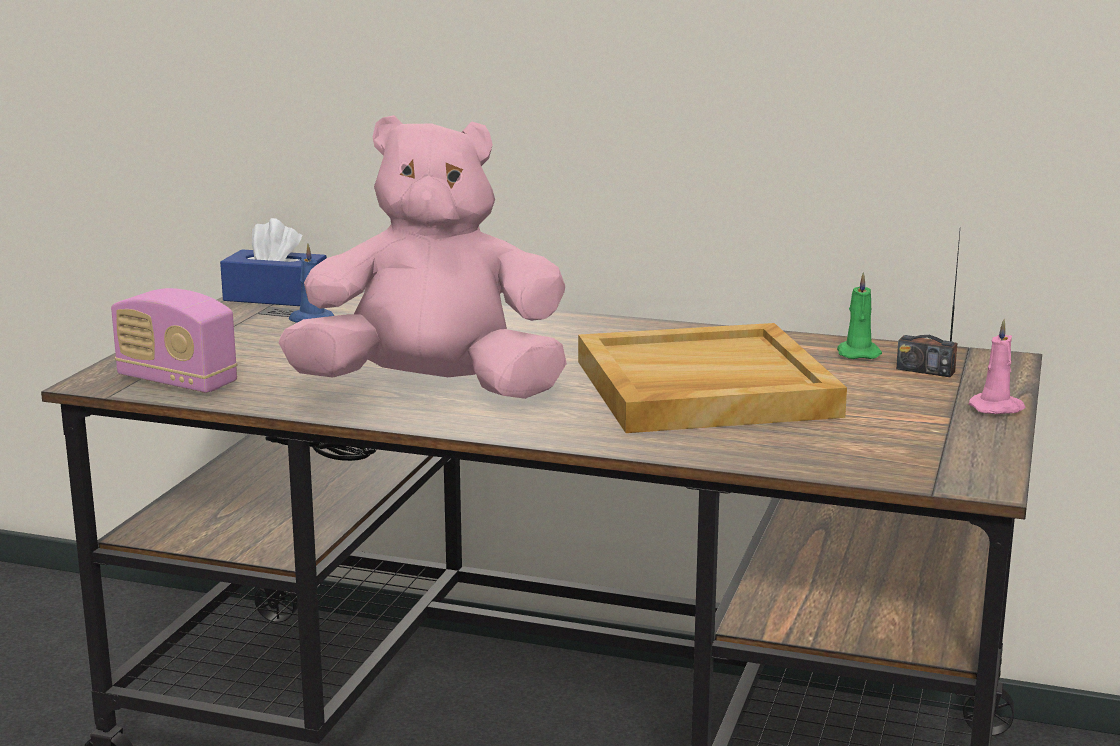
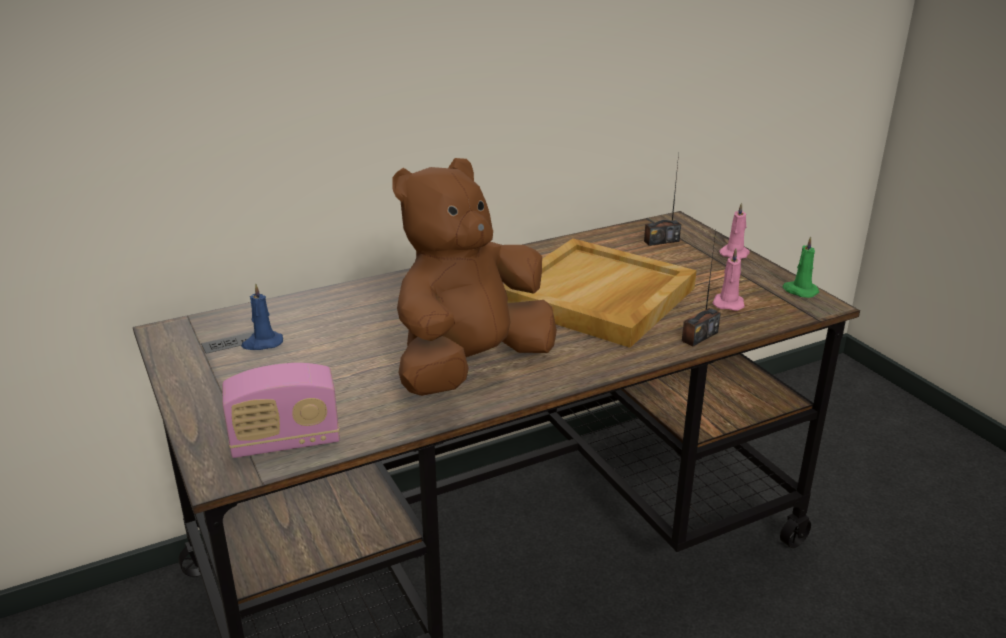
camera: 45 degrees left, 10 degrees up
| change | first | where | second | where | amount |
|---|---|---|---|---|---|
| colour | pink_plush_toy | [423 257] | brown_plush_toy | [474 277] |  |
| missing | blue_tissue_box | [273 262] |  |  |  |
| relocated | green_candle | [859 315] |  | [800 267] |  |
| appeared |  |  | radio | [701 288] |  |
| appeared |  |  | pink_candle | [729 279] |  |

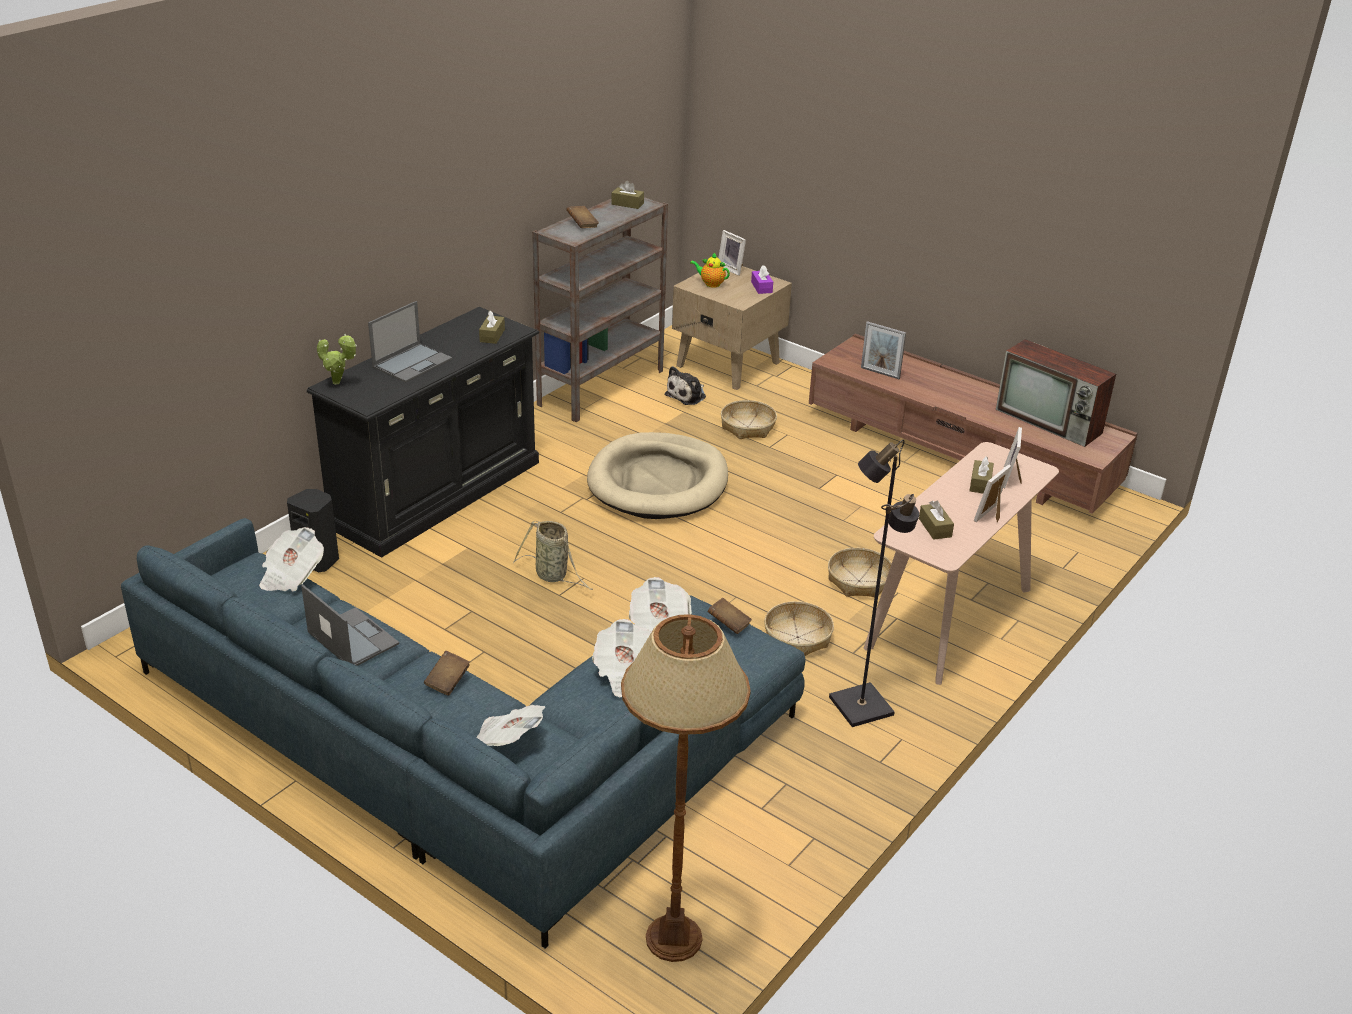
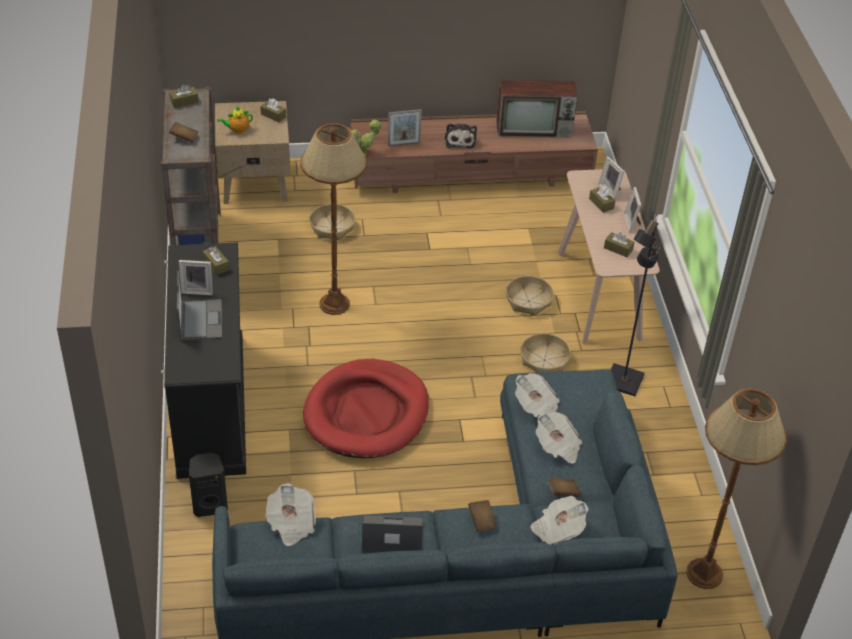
camera: 45 degrees left, 10 degrees up
| change | first | where | second | where | amount |
|---|---|---|---|---|---|
| relocated | picture_frame | [732 253] |  | [196 277] |  |
| colour | purple_tissue_box | [762 279] | brown_tissue_box | [273 110] |  |
| relocated | potted_plant | [337 359] |  | [366 137] |  |
| relocated | plush_toy | [685 385] |  | [461 136] |  |
| exchanged | beige_dog_bed | [657 475] | brown_floor_lamp | [333 219] |  |
| exchanged | basket | [553 555] | red_dog_bed | [366 408] |  |
| relocated | brown_book | [729 616] |  | [564 487] |  |

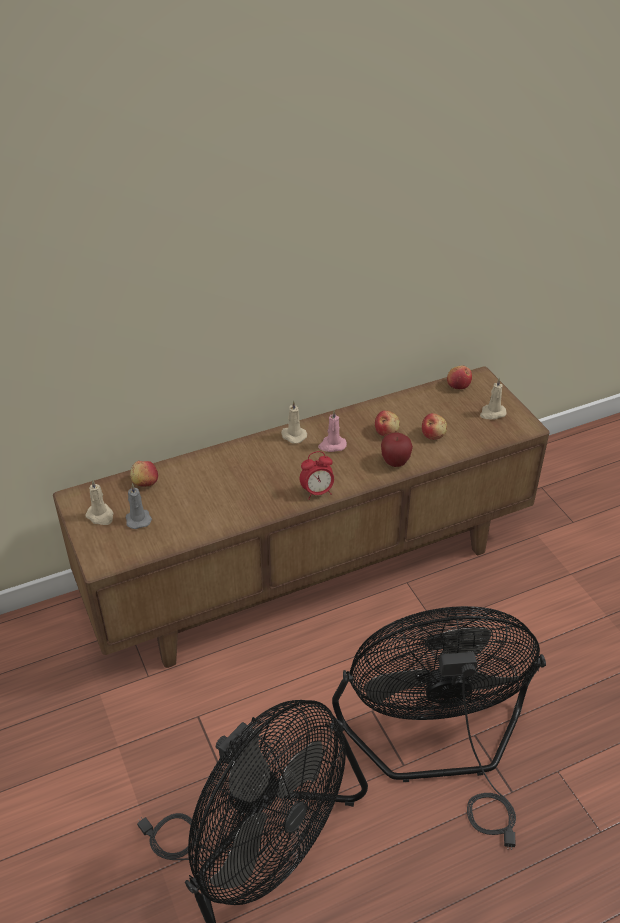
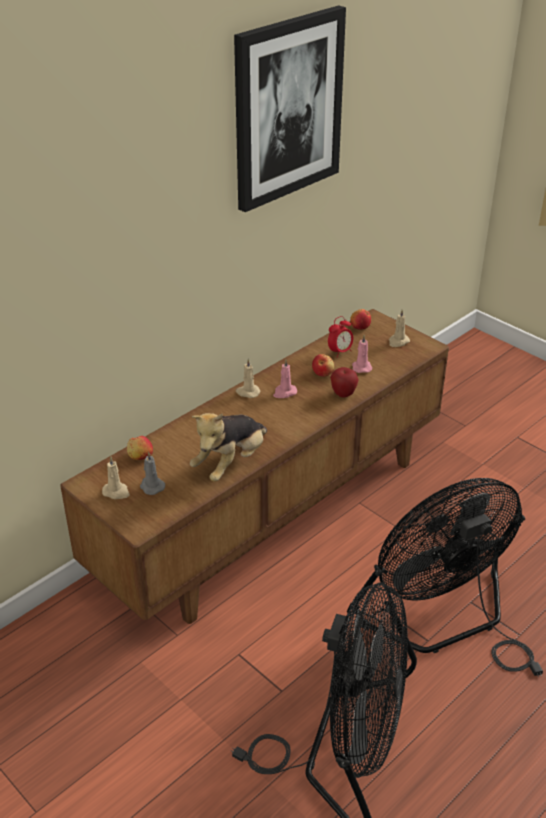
camera: 20 degrees left, 5 degrees down
| change | first | where | second | where | amount |
|---|---|---|---|---|---|
| exchanged | apple | [434 426] | pink_candle | [362 354] |  |
| relocated | alarm_clock | [317 475] |  | [340 337] |  |
| appeared |  |  | picture | [290 108] |  |
| appeared |  |  | plush_toy | [228 447] |  |

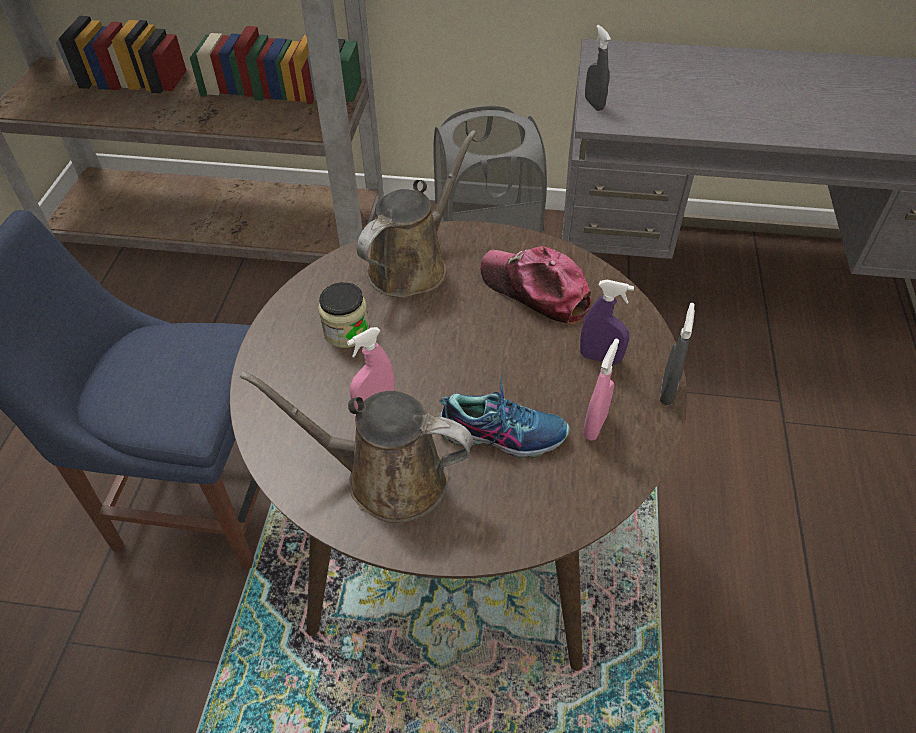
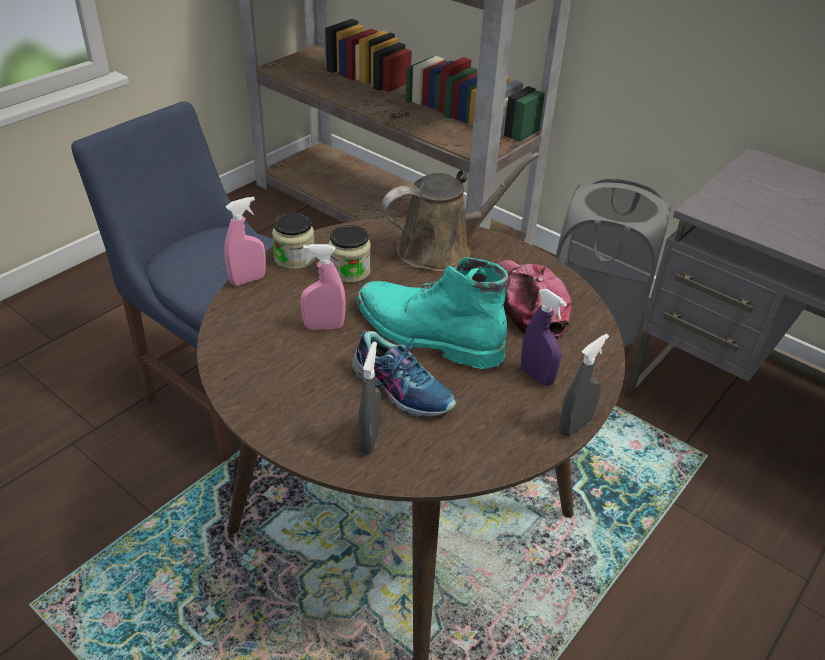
camera: 30 degrees right, 10 degrees down
| change | first | where | second | where | amount |
|---|---|---|---|---|---|
| relocated | grey_spray_bottle | [598 68] |  | [369 398] |  |
| relocated | pink_spray_bottle | [601 389] |  | [245 241] |  |
| missing | brown_watering_can | [356 447] |  |  |  |
| appeared |  |  | jar | [293 241] |  |
| appeared |  |  | turquoise_boot | [433 313] |  |

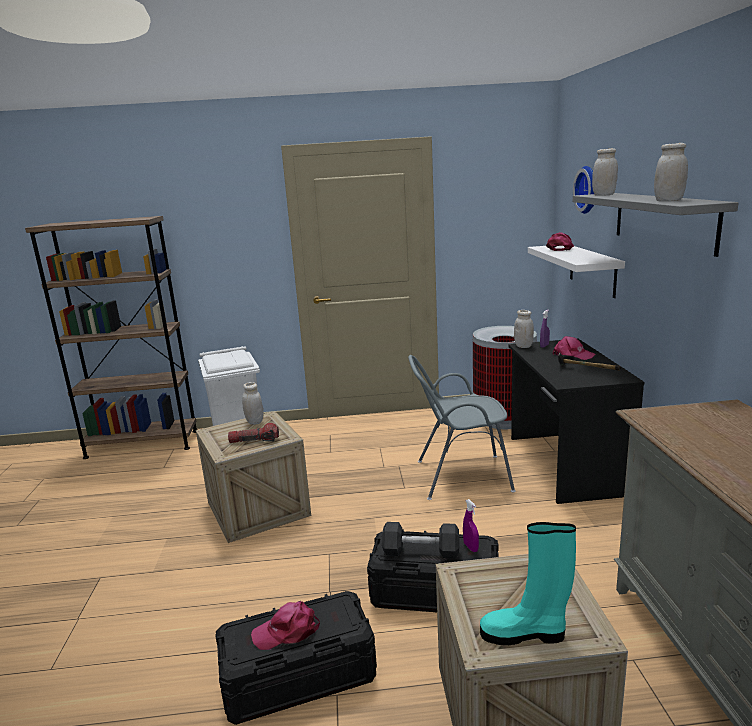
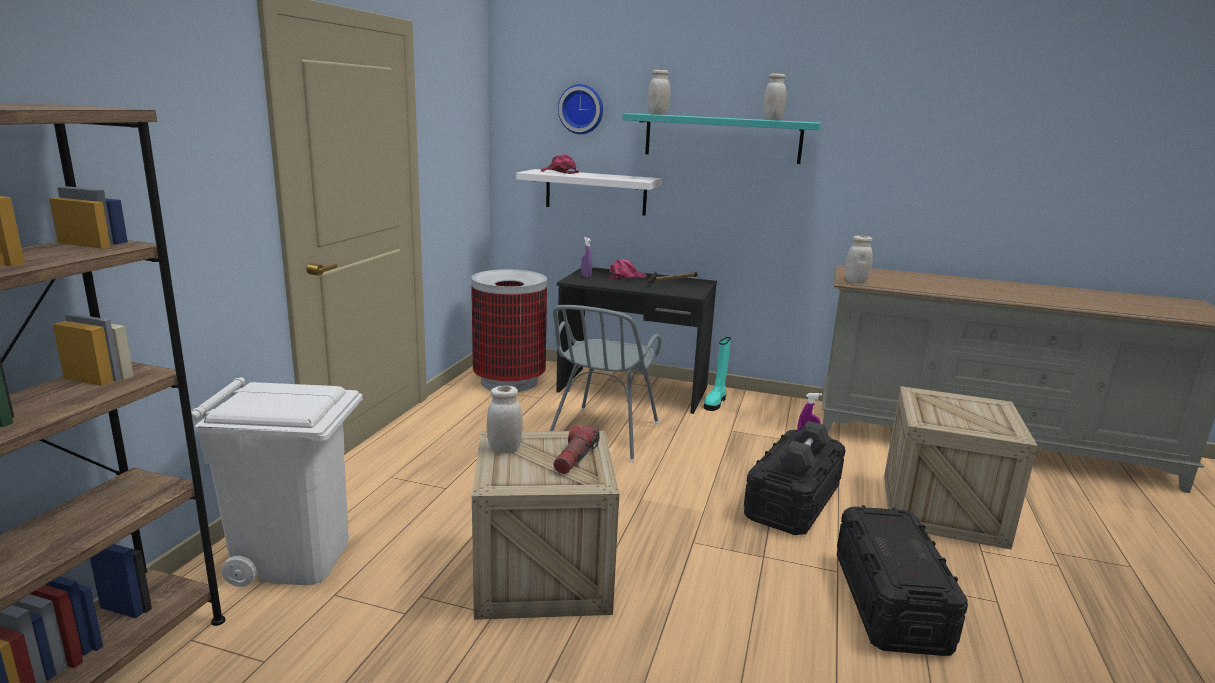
camera: 70 degrees left, 0 degrees up
| change | first | where | second | where | amount |
|---|---|---|---|---|---|
| colour | grey_shelf | [656 225] | turquoise_shelf | [721 138] |  |
| relocated | white_jar | [524 329] |  | [859 259] |  |
| relocated | turquoise_boot | [528 583] |  | [717 374] |  |
| missing | pink_cap | [285 625] |  |  |  |

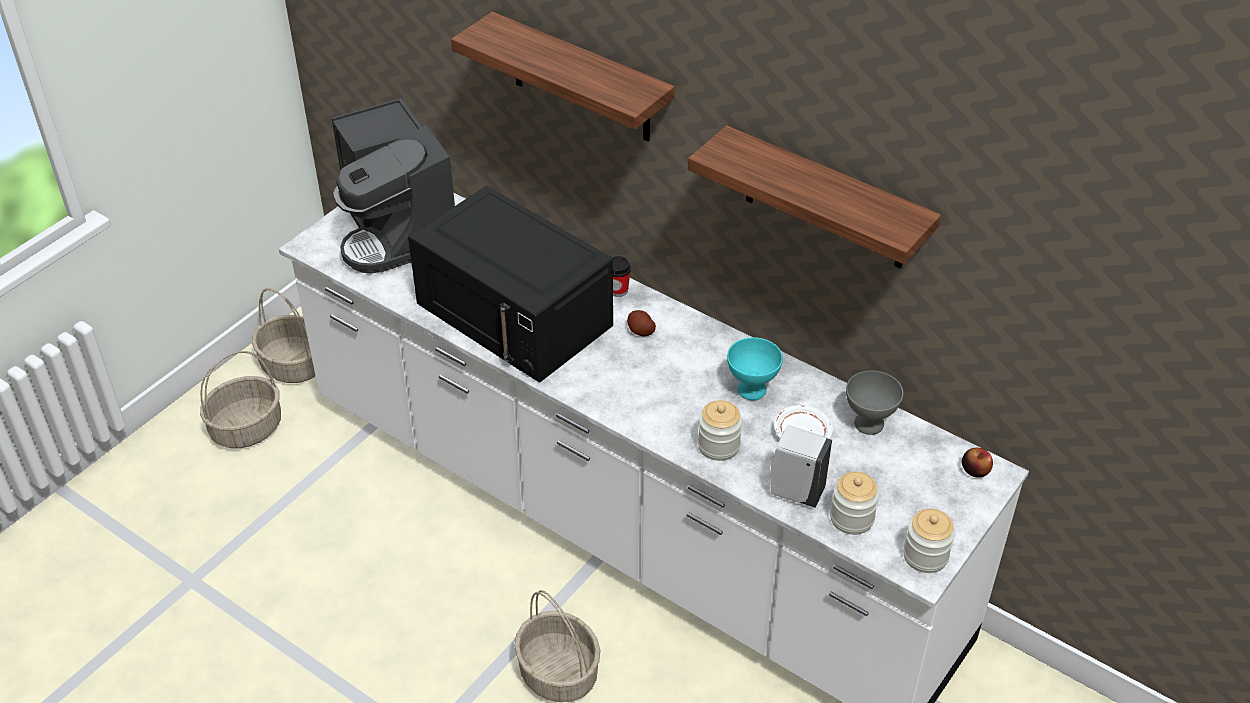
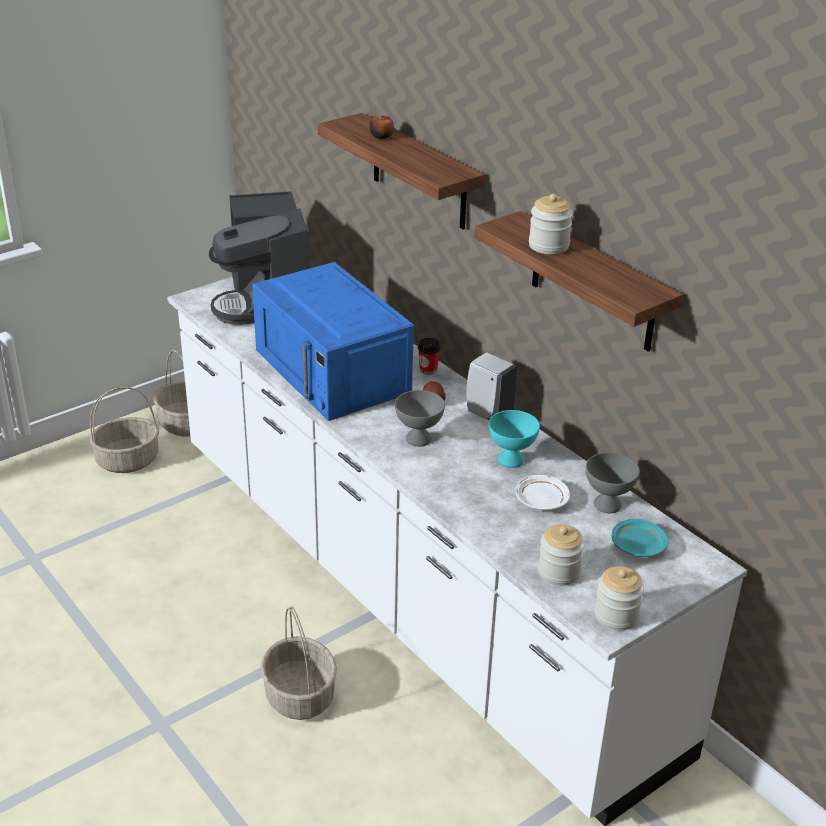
camera: 15 degrees right, 10 degrees down
| change | first | where | second | where | amount |
|---|---|---|---|---|---|
| colour | black_microwave | [510 284] | blue_microwave | [333 341] |  |
| relocated | jar | [720 430] |  | [551 224] |  |
| relocated | white_soap_dispenser | [801 466] |  | [492 386] |  |
| relocated | apple | [977 463] |  | [381 127] |  |
| appeared |  |  | grey_bowl | [420 418] |  |
| appeared |  |  | turquoise_plate | [639 538] |  |

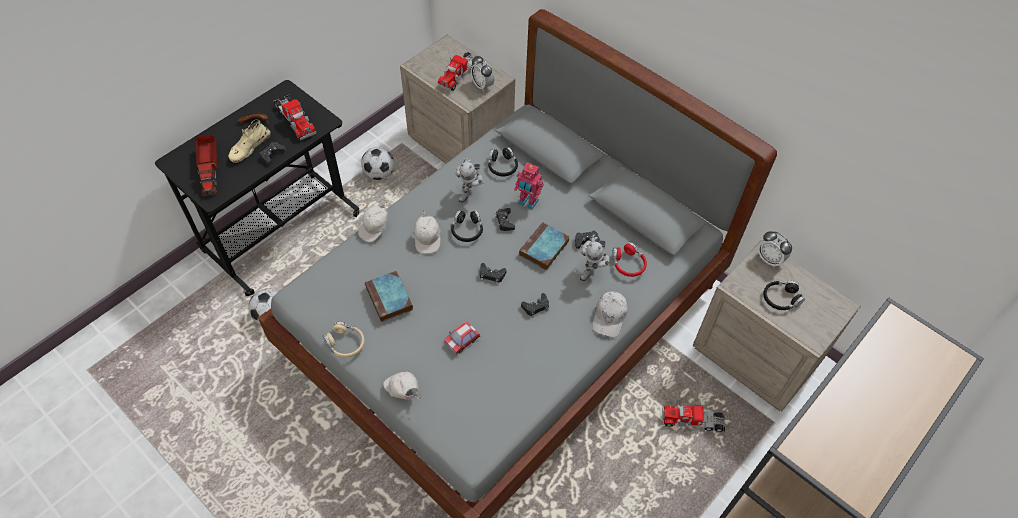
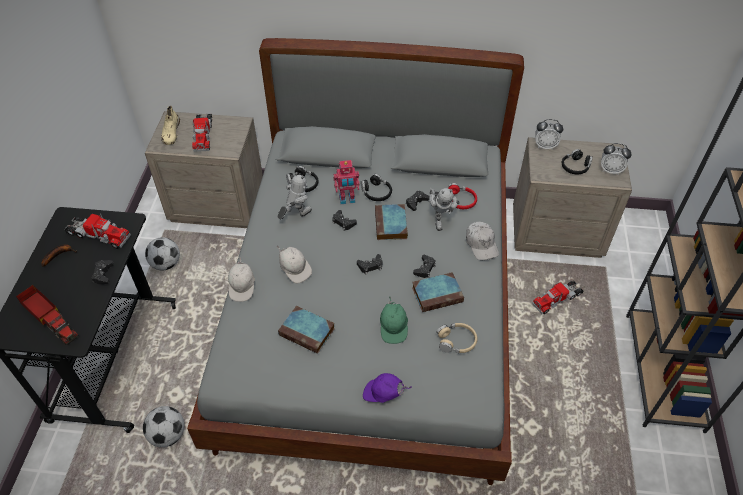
camera: 35 degrees left, 5 degrees down
| change | first | where | second | where | amount |
|---|---|---|---|---|---|
| relocated | alarm_clock | [482 74] |  | [616 158] |  |
| relocated | beige_shoe | [249 141] |  | [170 125] |  |
| spun | toy_robot | [469 180] |  | [294 195] | 120 degrees counterclockwise |
| relocated | black_headphones | [467 226] |  | [376 187] |  |
| relocated | beige_headphones | [344 339] |  | [457 338] |  |
| exchanged | toy_car | [462 338] | green_cap | [394 320] |  |
| colour | white_cap | [402 386] | purple_cap | [387 388] |  |
| appeared |  |  | book | [438 292] |  |

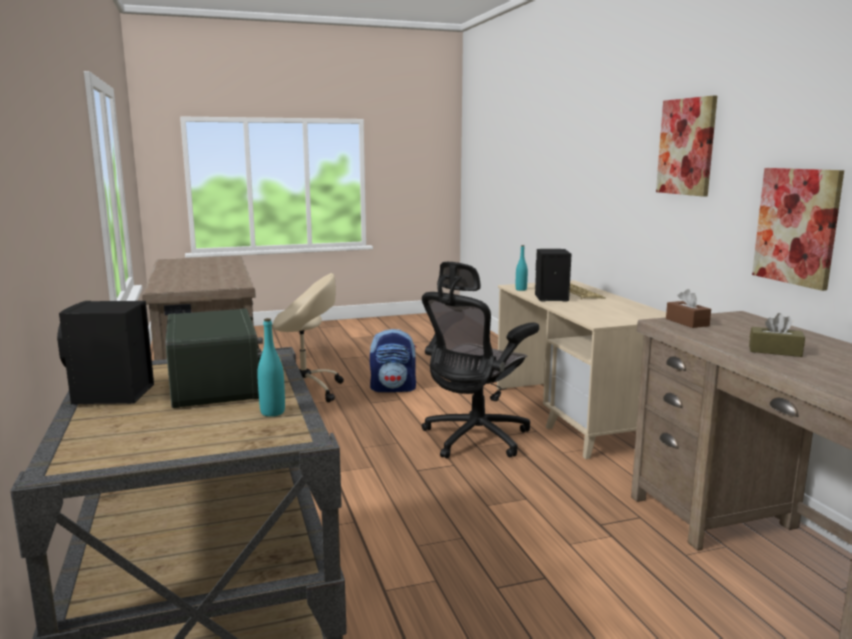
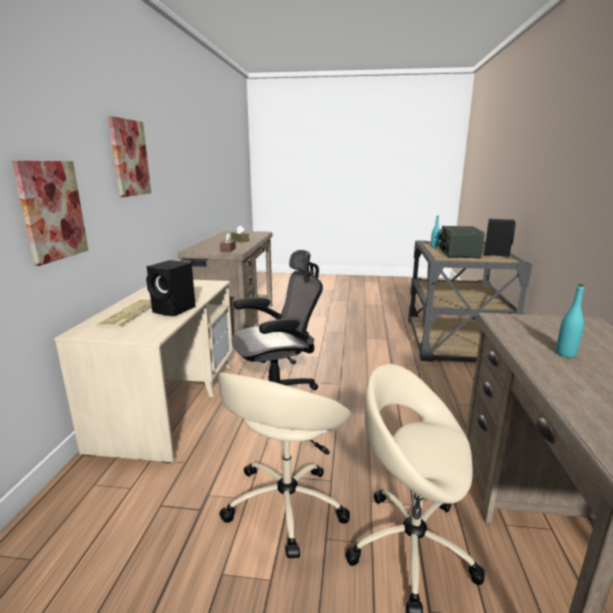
camera: 155 degrees left, 5 degrees up
| change | first | where | second | where | amount |
|---|---|---|---|---|---|
| relocated | picture | [798 229] |  | [50 213] |  |
| relocated | turquoise_bottle | [522 268] |  | [570 321] |  |
| exchanged | backpack | [393 360] | beige_office_chair | [285 465] |  |

